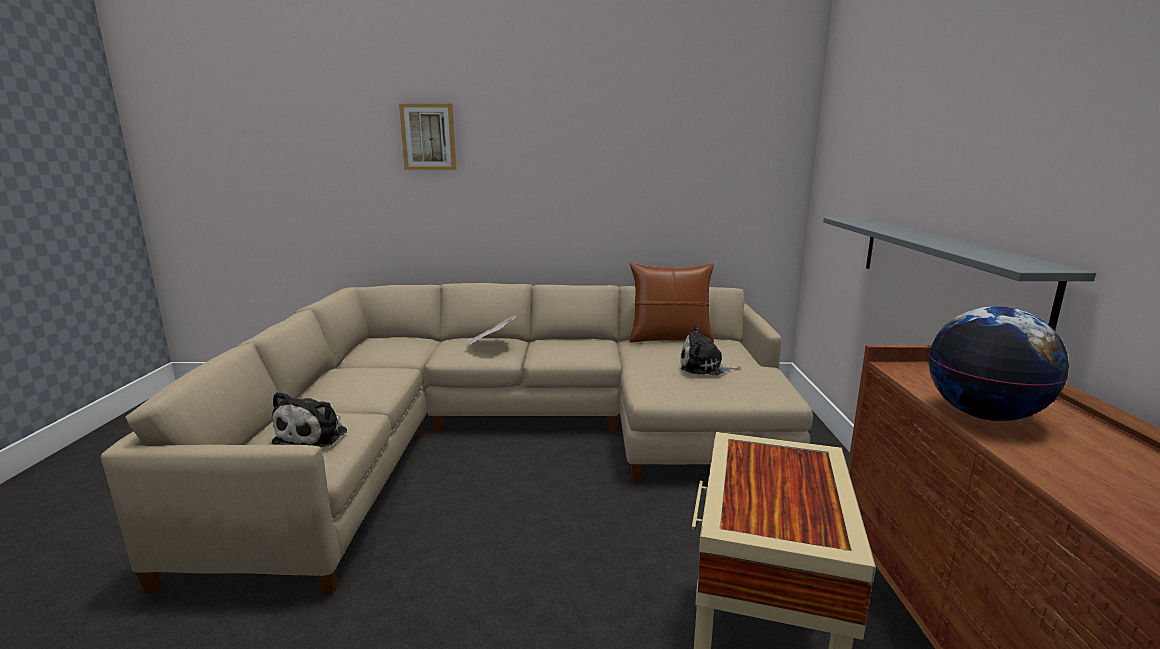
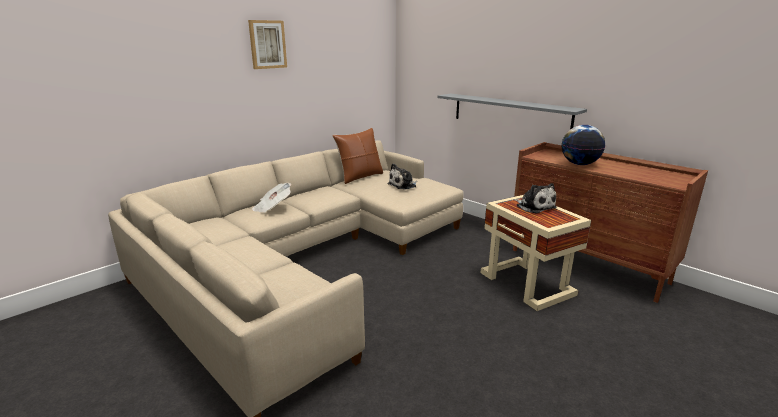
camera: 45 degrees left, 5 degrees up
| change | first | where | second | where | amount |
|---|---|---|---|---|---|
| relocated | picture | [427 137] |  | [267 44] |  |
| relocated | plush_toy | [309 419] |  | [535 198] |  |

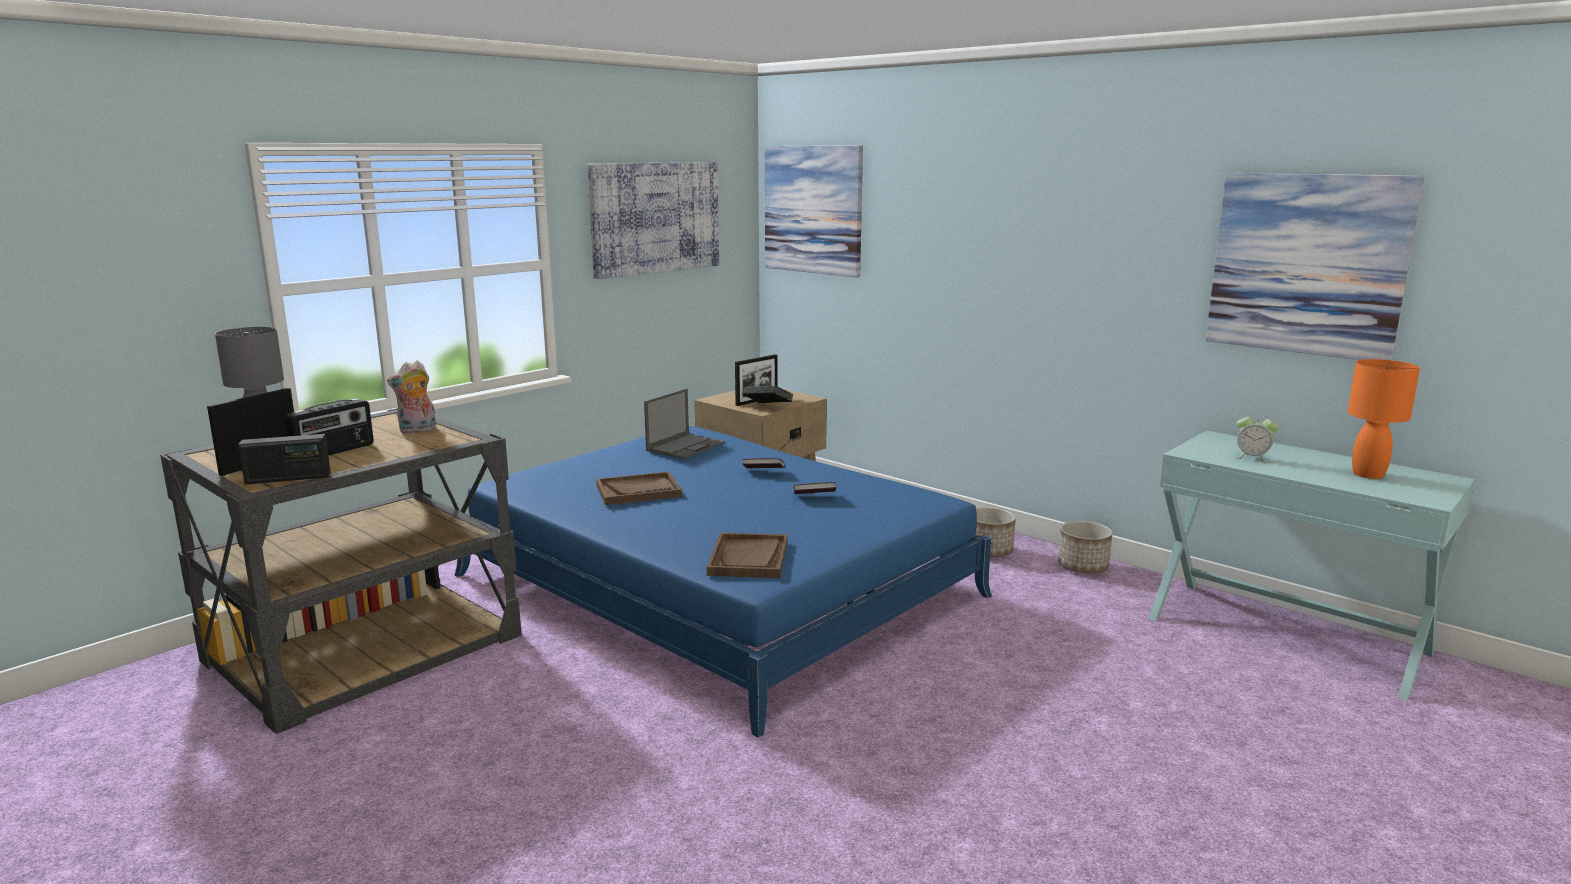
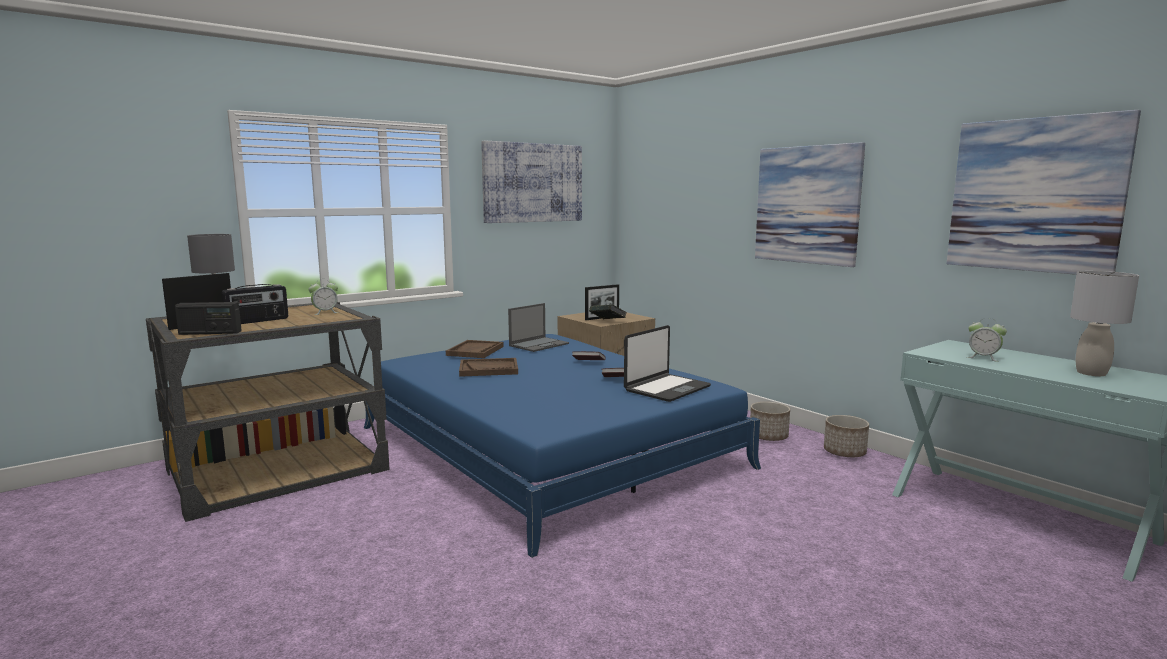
camera: 10 degrees right, 5 degrees down
| change | first | where | second | where | amount |
|---|---|---|---|---|---|
| relocated | picture | [813 211] |  | [810 204] |  |
| colour | orange_table_lamp | [1384 419] | grey_table_lamp | [1104 323] |  |
| exchanged | plush_toy | [412 397] | alarm_clock | [323 297] |  |
| relocated | brown_tray | [747 555] |  | [475 349] |  |
| appeared |  |  | laptop | [667 363] |  |

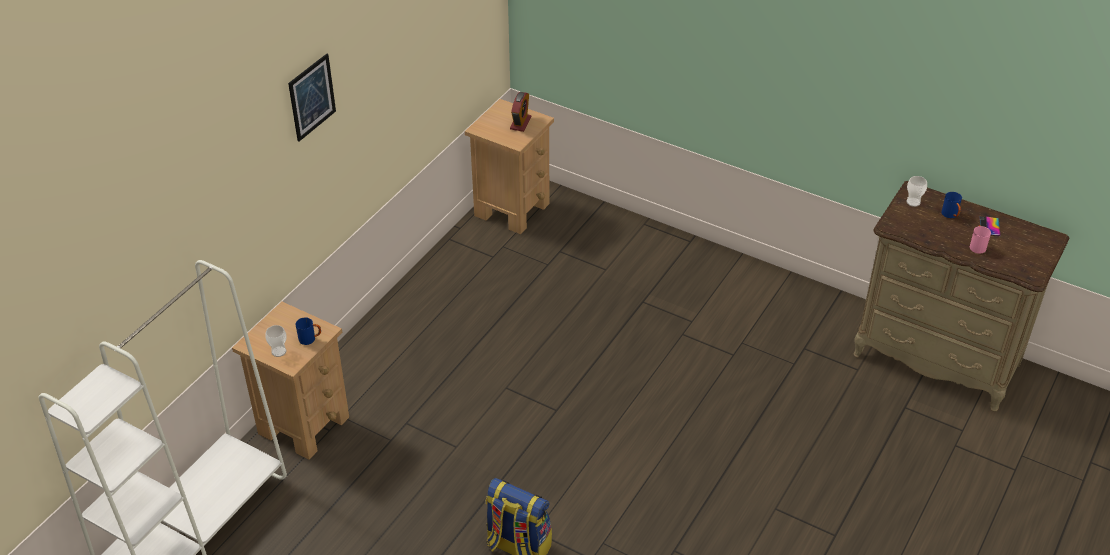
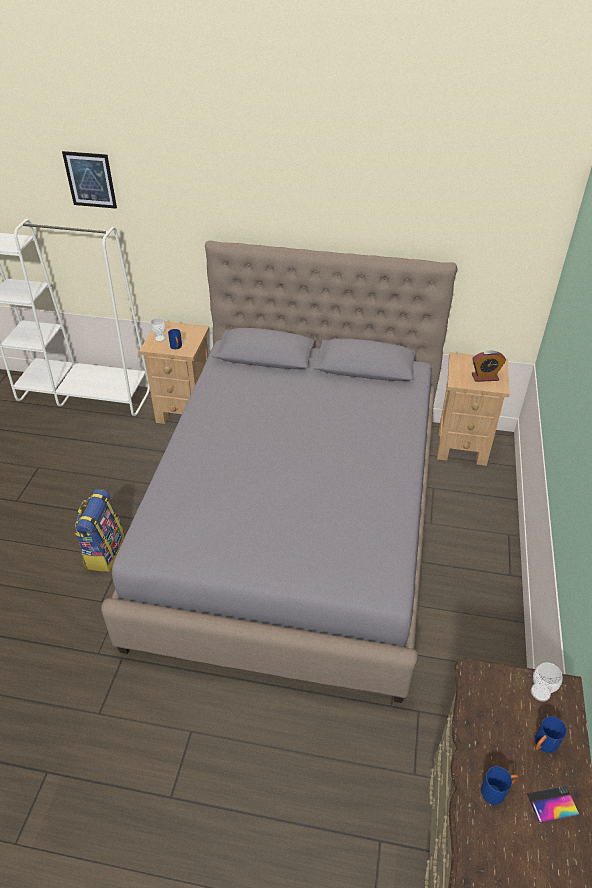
camera: 70 degrees right, 0 degrees up
| change | first | where | second | where | amount |
|---|---|---|---|---|---|
| relocated | picture | [312 98] |  | [89 180] |  |
| colour | pink_mug | [980 239] | blue_mug | [500 785] |  |
| appeared |  |  | grey_bed | [279 471] |  |

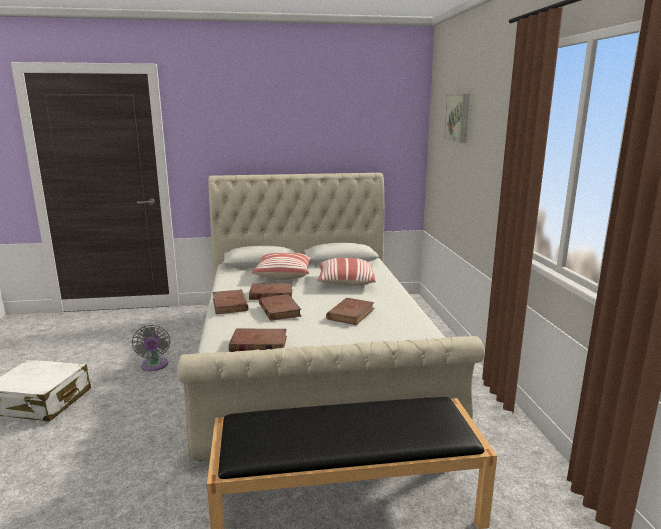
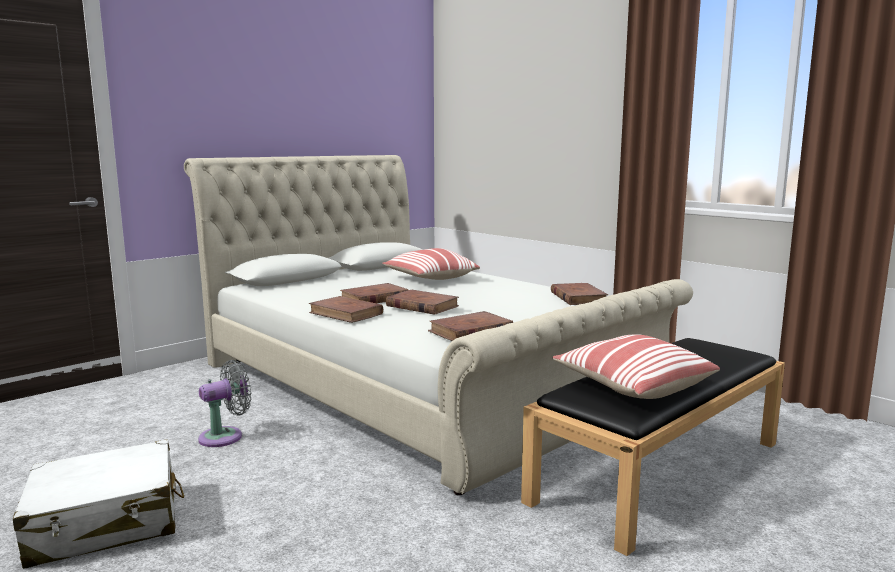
camera: 35 degrees left, 5 degrees down
| change | first | where | second | where | amount |
|---|---|---|---|---|---|
| missing | picture | [457 118] |  |  |  |
| relocated | pillow | [282 266] |  | [636 366] |  |
| relocated | brown_book | [350 311] |  | [579 294] |  |
| spun | grey_fan | [151 347] |  | [224 403] | 75 degrees counterclockwise |

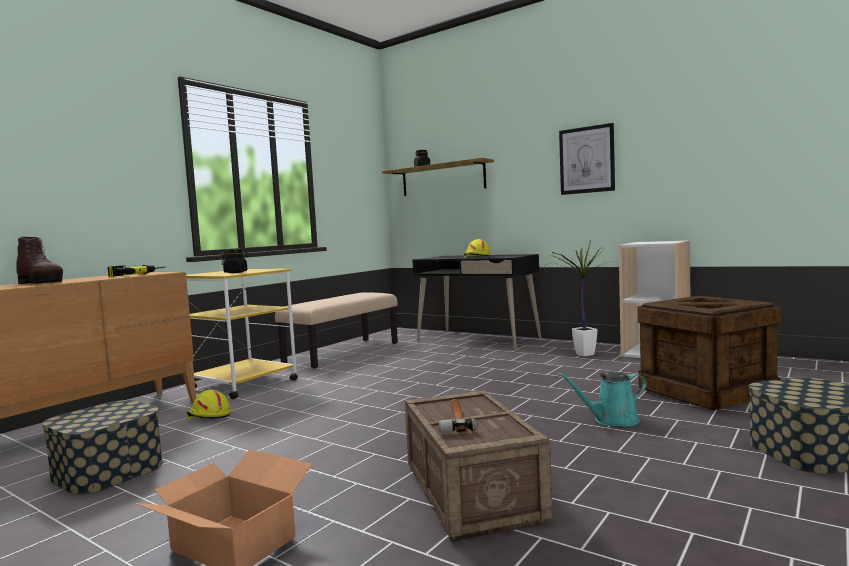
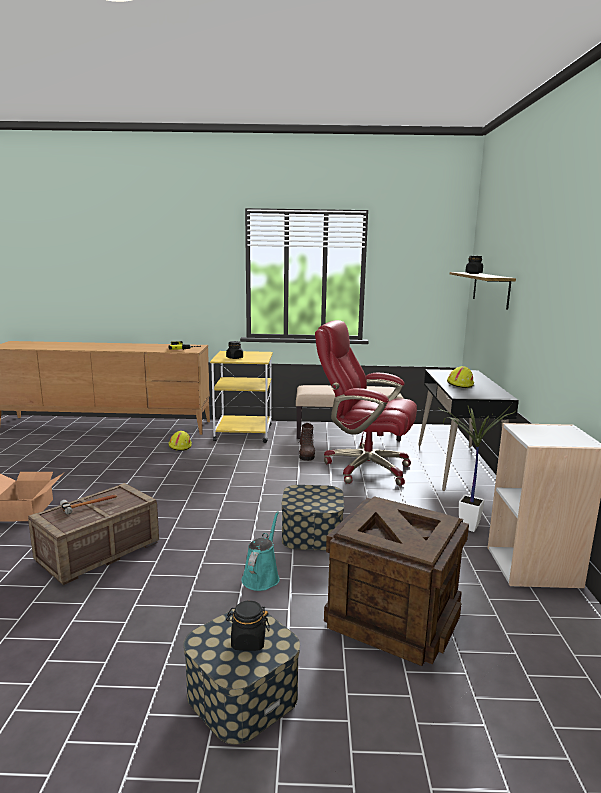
camera: 55 degrees right, 10 degrees up
| change | first | where | second | where | amount |
|---|---|---|---|---|---|
| missing | picture | [587 159] |  |  |  |
| relocated | brown_boot | [39 260] |  | [307 442] |  |
| spun | turquoise_watering_can | [602 399] |  | [260 551] | 60 degrees clockwise |
| relocated | storage_box | [102 447] |  | [312 518] |  |
| appeared |  |  | red_office_chair | [366 403] |  |
| appeared |  |  | black_jar | [248 625] |  |

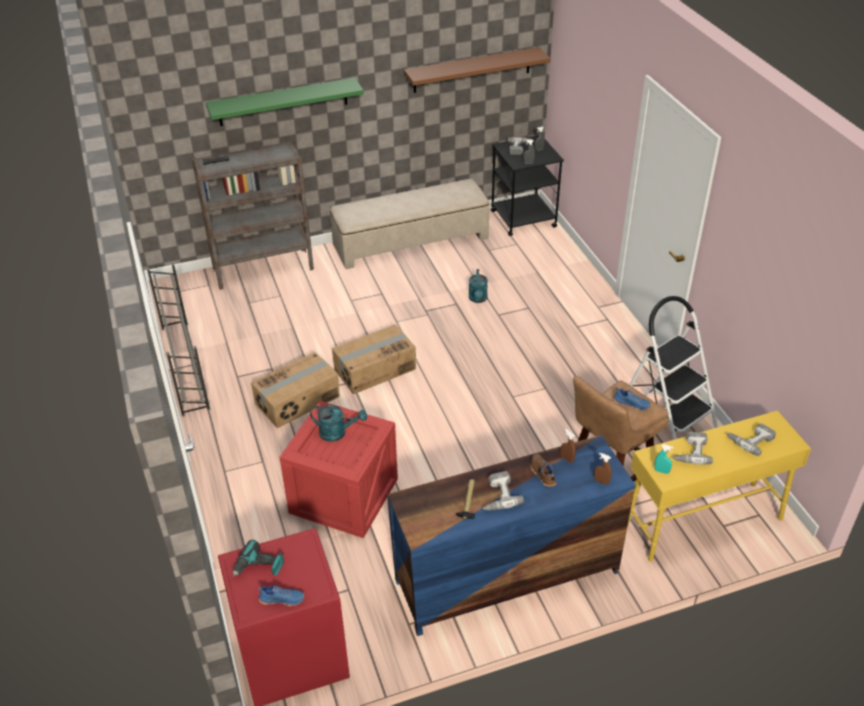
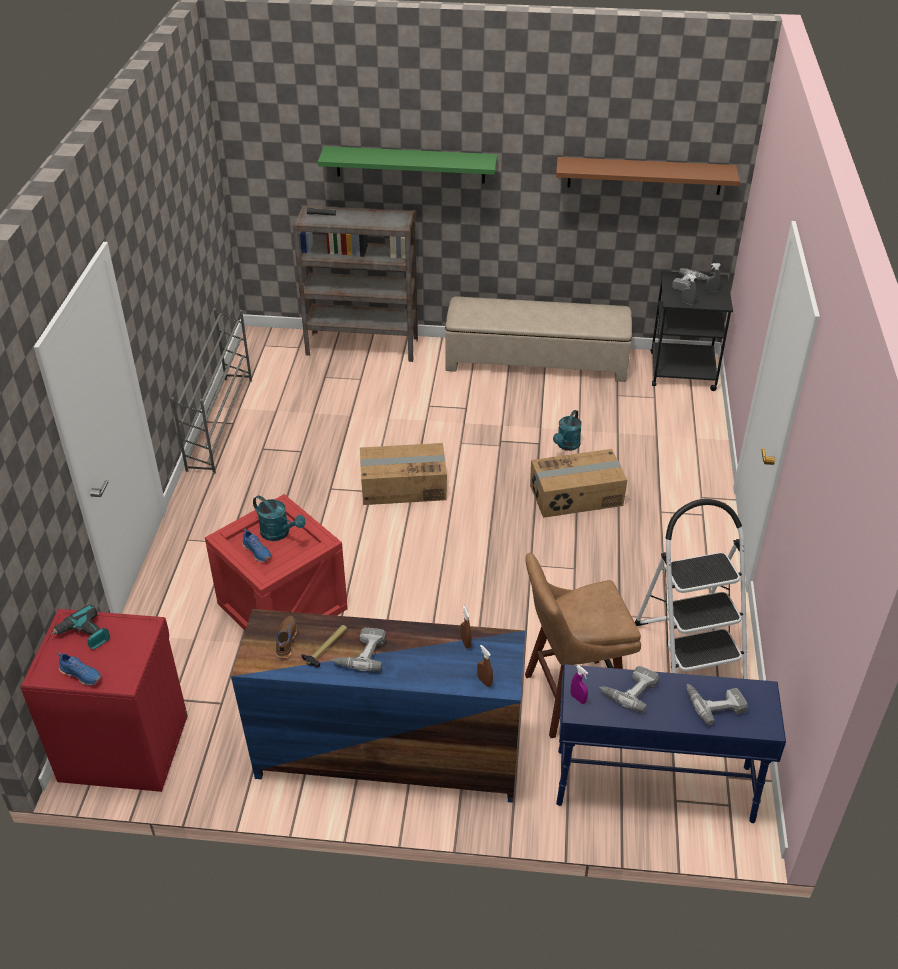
camera: 25 degrees right, 0 degrees up
| change | first | where | second | where | amount |
|---|---|---|---|---|---|
| relocated | cardboard_box | [295 390] |  | [578 483] |  |
| relocated | blue_shoe | [632 399] |  | [256 545] |  |
| colour | yellow_console_table | [719 486] | blue_console_table | [671 743] |  |
| colour | turquoise_spray_bottle | [664 459] | purple_spray_bottle | [579 684] |  |
| relocated | brown_shoe | [543 470] |  | [286 637] |  |

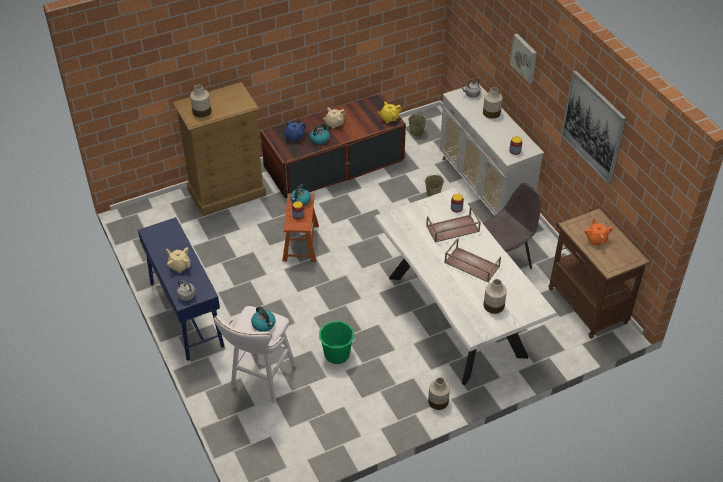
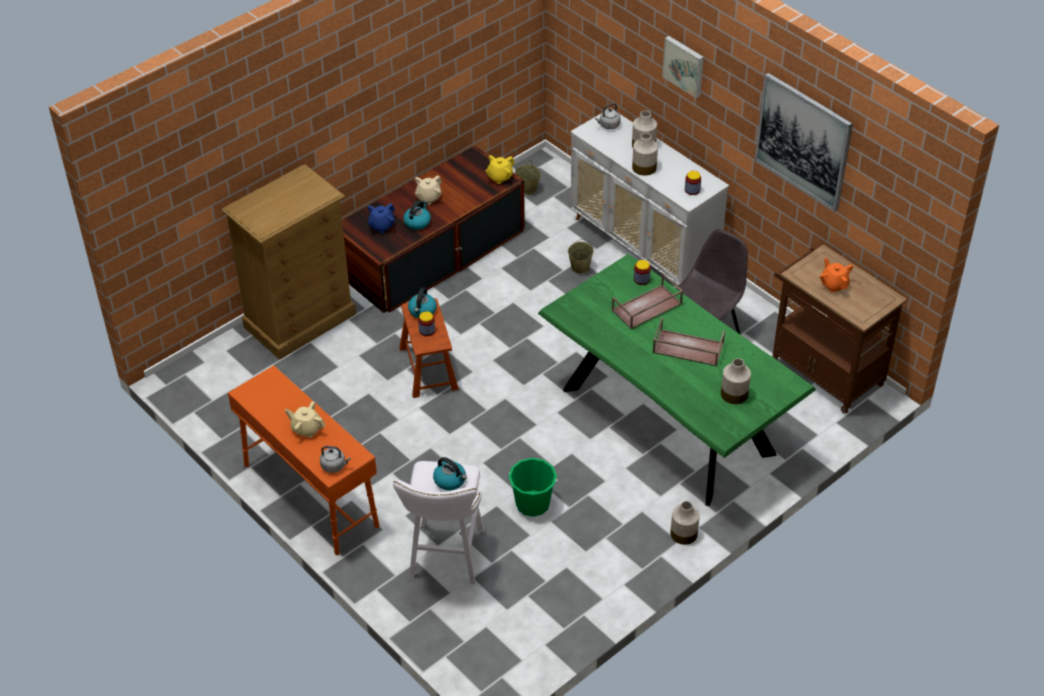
camera: 15 degrees left, 0 degrees up
| change | first | where | second | where | amount |
|---|---|---|---|---|---|
| relocated | beige_vase | [200 101] |  | [645 154] |  |
| colour | white_dining_table | [466 286] | green_dining_table | [677 380] |  |
| colour | blue_console_table | [181 289] | orange_console_table | [304 460] |  |

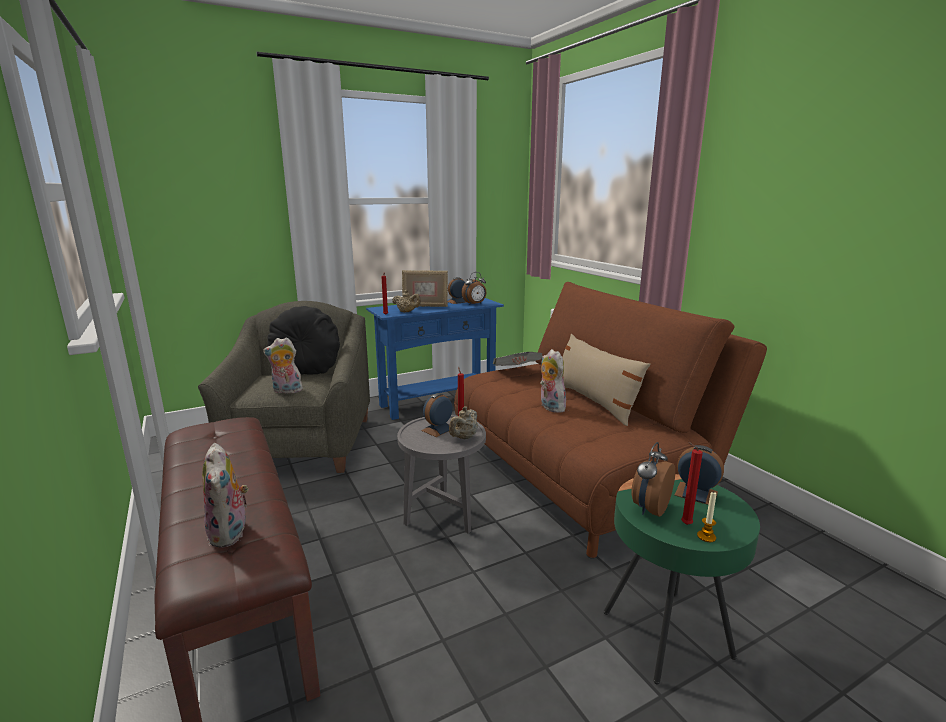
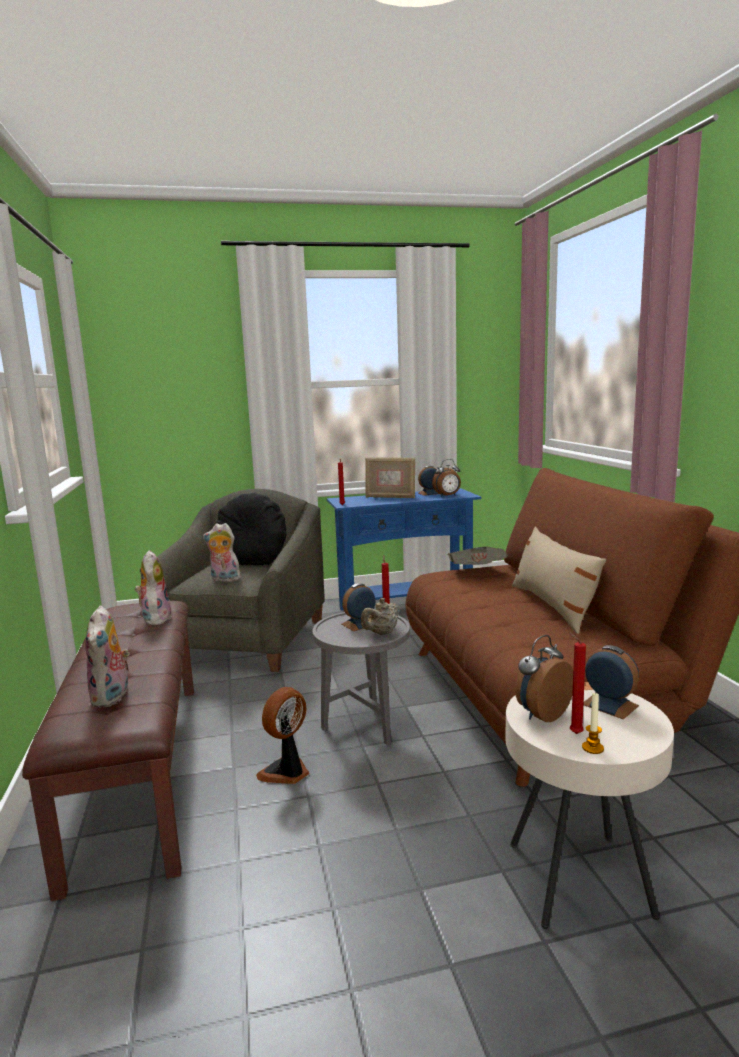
camera: 15 degrees right, 5 degrees down
| change | first | where | second | where | amount |
|---|---|---|---|---|---|
| missing | beige_teapot | [406 301] |  |  |  |
| relocated | plush_toy | [553 381] |  | [153 587] |  |
| colour | green_side_table | [681 579] | beige_side_table | [589 805] |  |
| appeared |  |  | fan | [282 735] |  |

